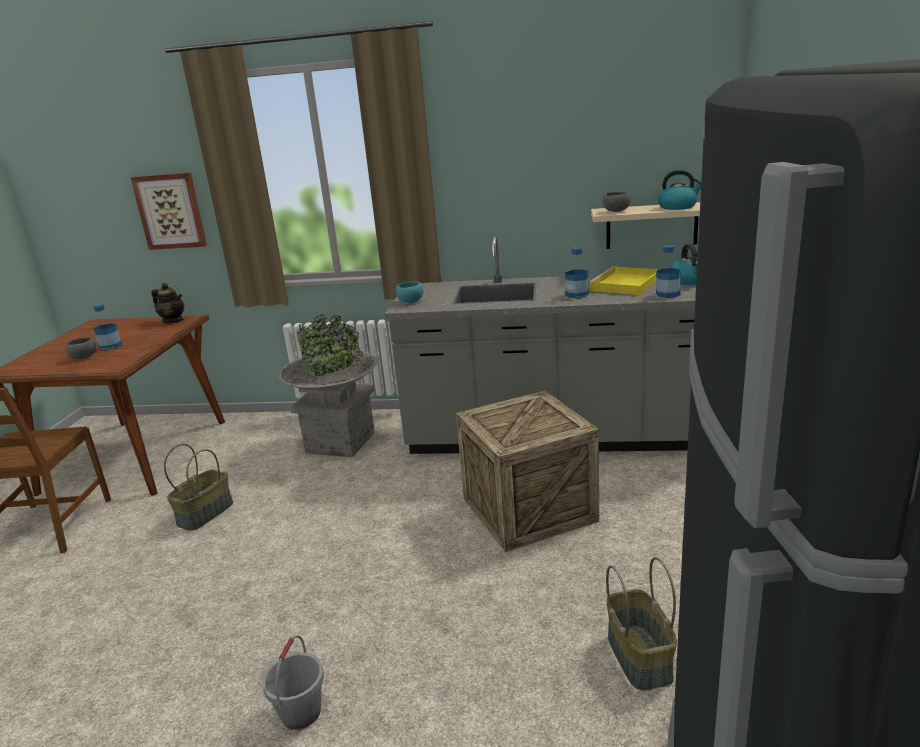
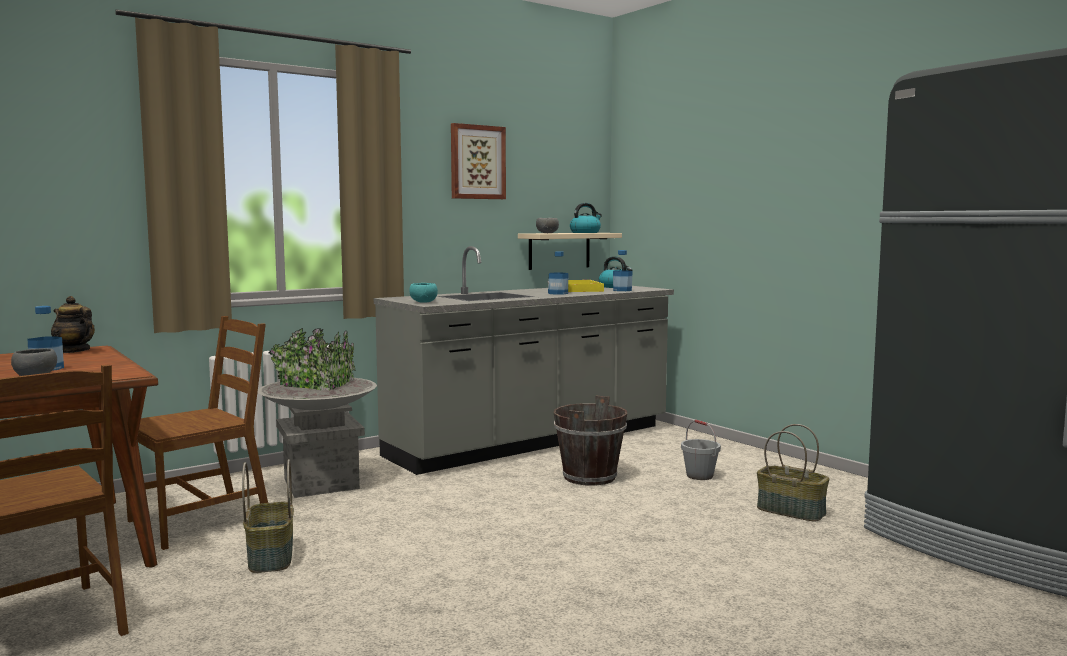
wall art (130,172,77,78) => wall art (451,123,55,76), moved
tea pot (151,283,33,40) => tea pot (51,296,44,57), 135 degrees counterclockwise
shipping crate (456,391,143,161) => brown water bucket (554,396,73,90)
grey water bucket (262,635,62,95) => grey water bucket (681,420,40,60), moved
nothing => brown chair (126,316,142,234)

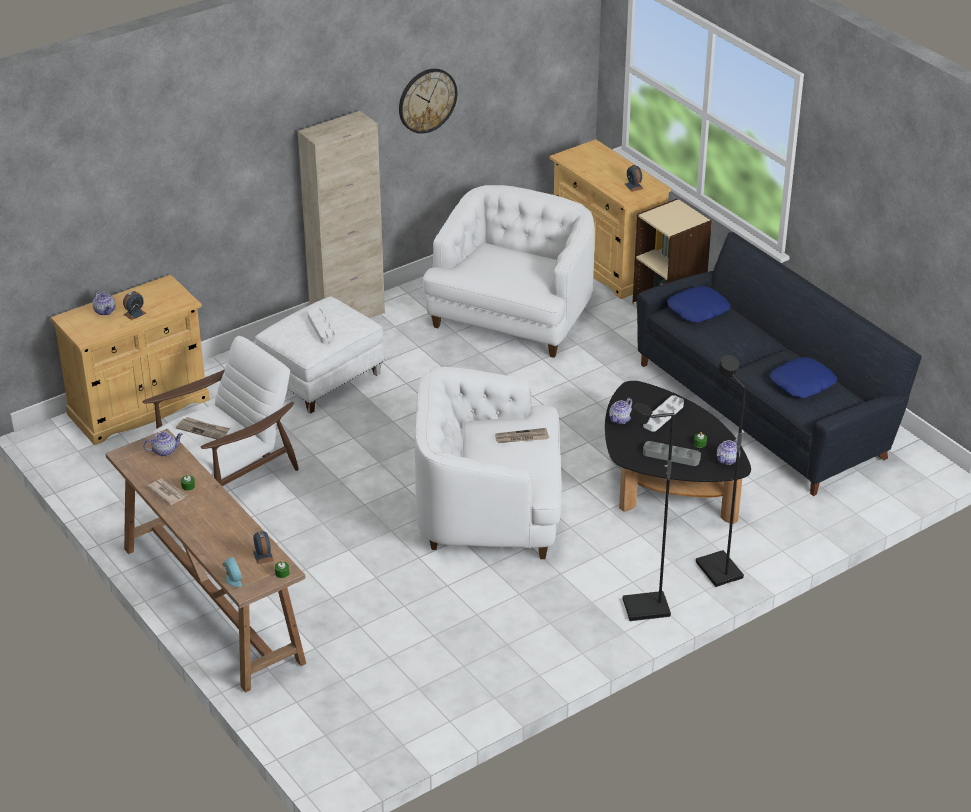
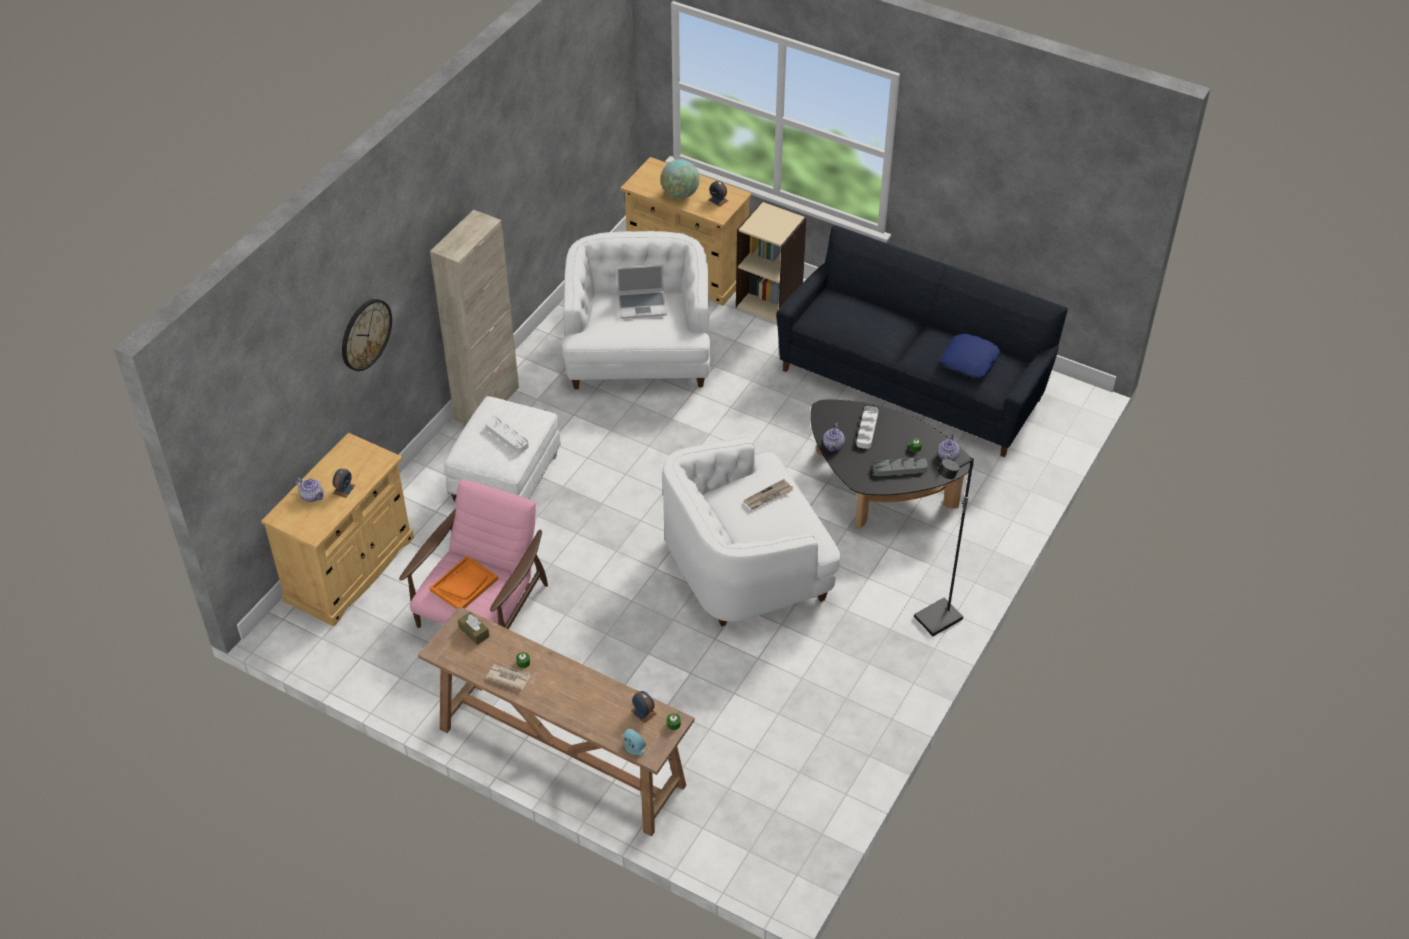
clock on the wall (399,69,58,65) => clock on the wall (342,299,50,72), moved
blue-coloured cushion (667,286,64,37) => nothing
white-coloured armchair (142,336,157,150) => pink-coloured armchair (399,480,149,149)
black floor lamp (696,355,50,232) => nothing
daily paper (176,417,54,22) => orange-coloured serving tray (429,555,69,54)
tea pot (143,432,40,25) => brown tissue holder (458,612,31,33)
nothing => world globe (661,159,39,40)
nothing => portable computer (617,265,50,54)

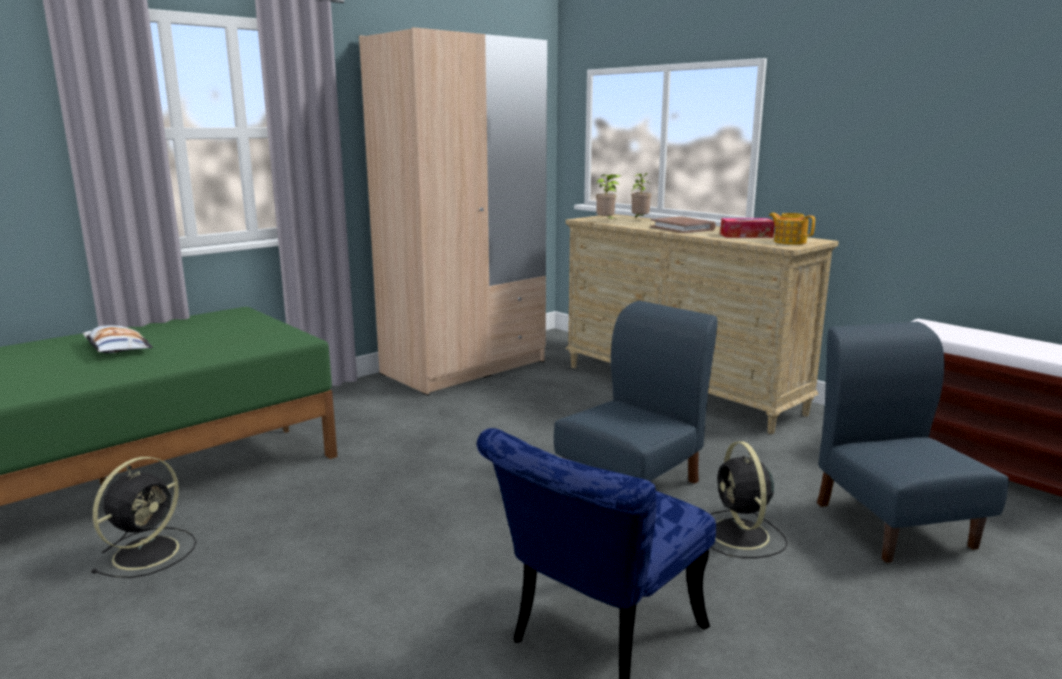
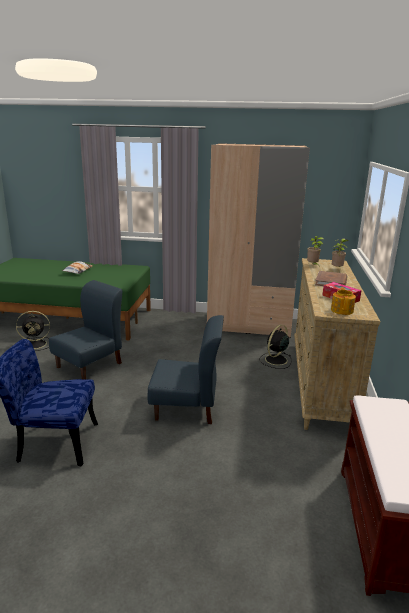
blue-coloured chair (817,322,192,241) => blue-coloured chair (49,280,73,99), moved
black electric fan (710,441,77,117) => black electric fan (259,325,33,44), moved

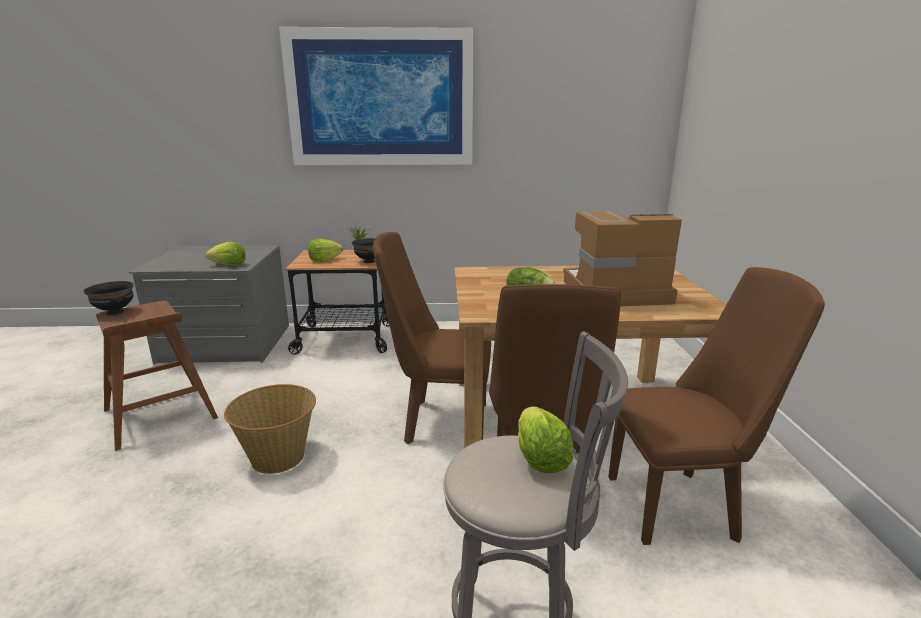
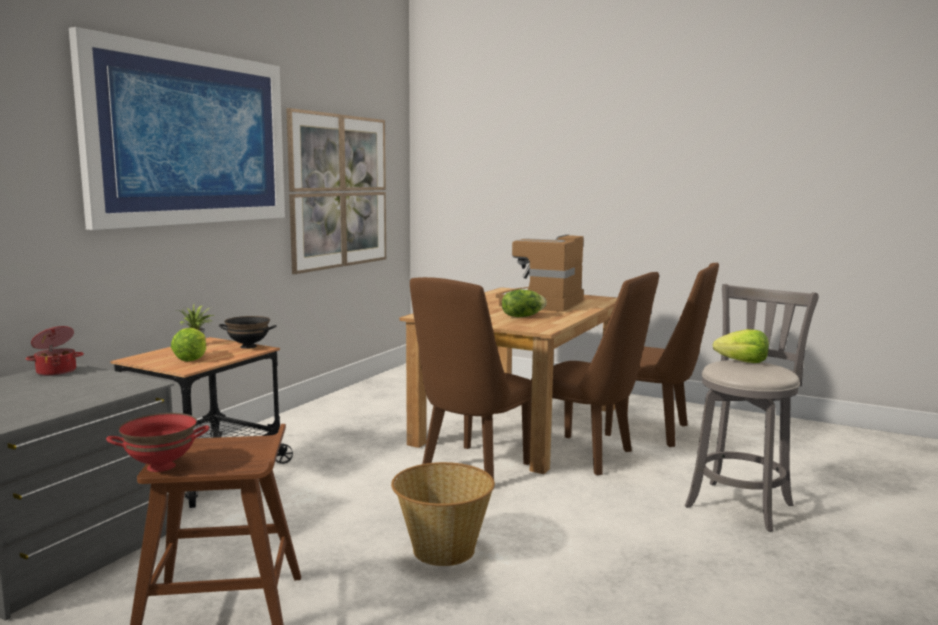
lettuce head (205,242,41,23) => nothing
brown chair (608,267,217,278) => brown chair (605,263,114,184), 90 degrees clockwise
black deep dish (84,281,50,34) => reddish deep dish (106,413,103,59)
nothing => wall art (286,108,100,166)
nothing => stockpot (26,326,58,50)

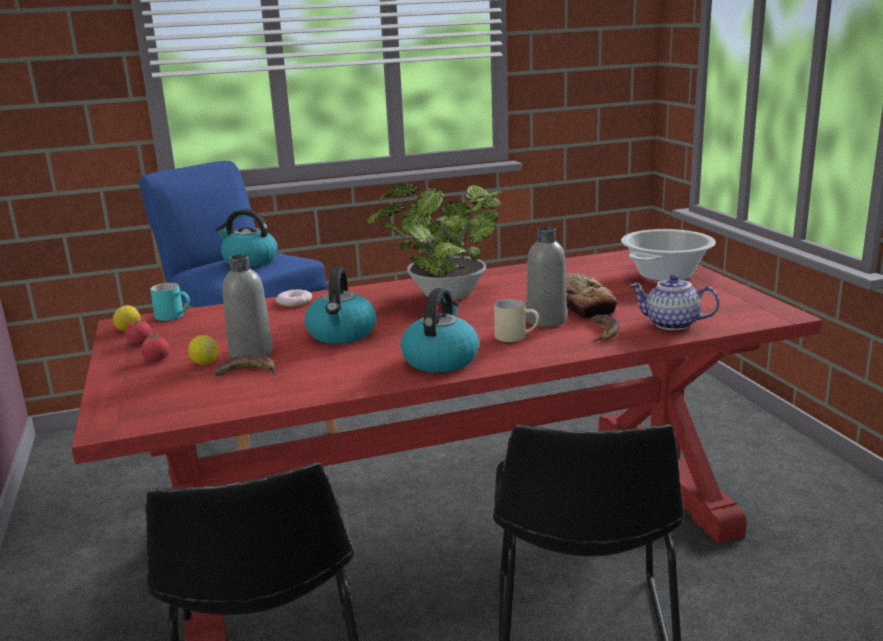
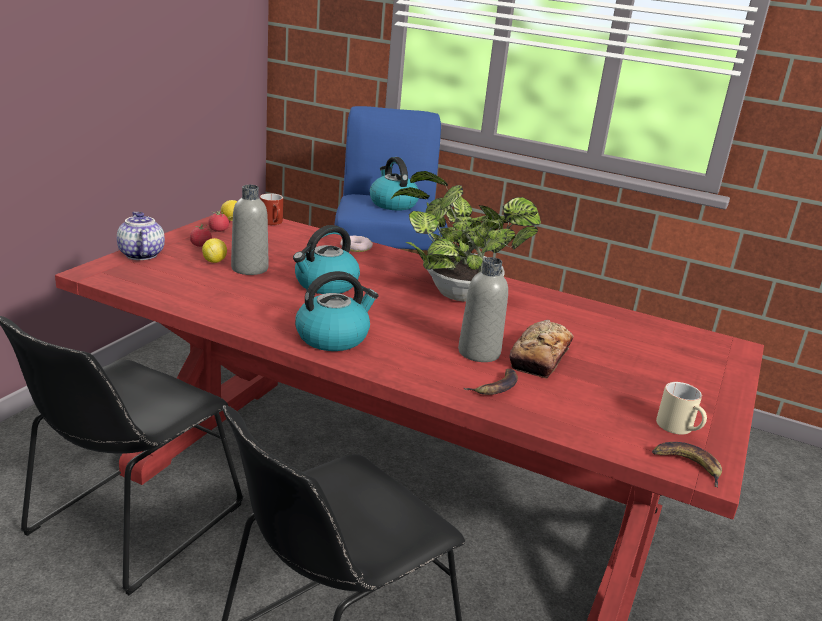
stockpot (621,229,95,52) => nothing
tea pot (630,274,89,56) => tea pot (117,212,48,48), moved
turquoise-coloured mug (150,283,40,38) => reddish mug (260,193,23,32)
beige-coloured mug (494,299,45,43) => beige-coloured mug (656,382,51,53), moved
banana fruit (215,355,62,21) => banana fruit (652,442,70,46), moved

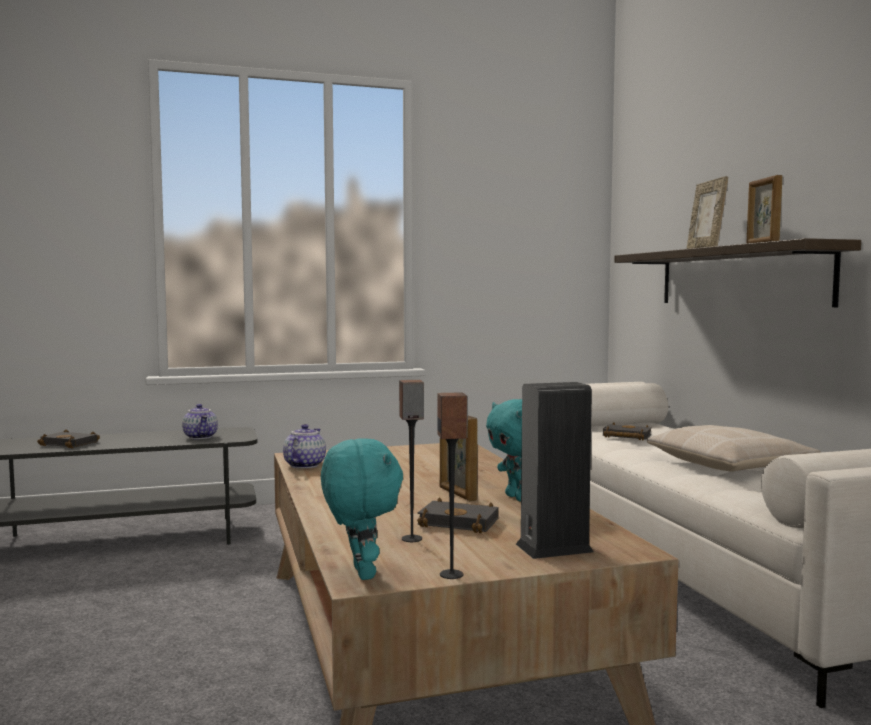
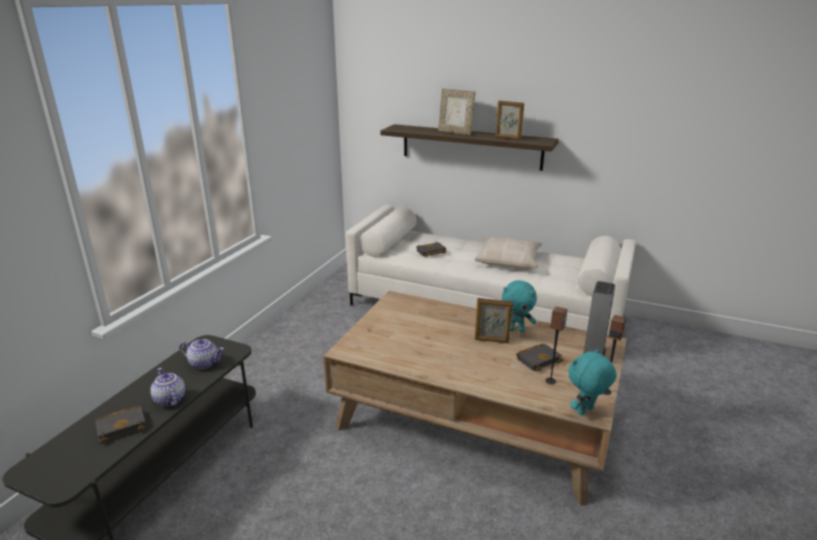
tea pot (283,424,43,45) => tea pot (150,368,35,39), moved
turquoise-coloured soft toy (321,438,82,142) => turquoise-coloured soft toy (568,349,49,66), 60 degrees counterclockwise

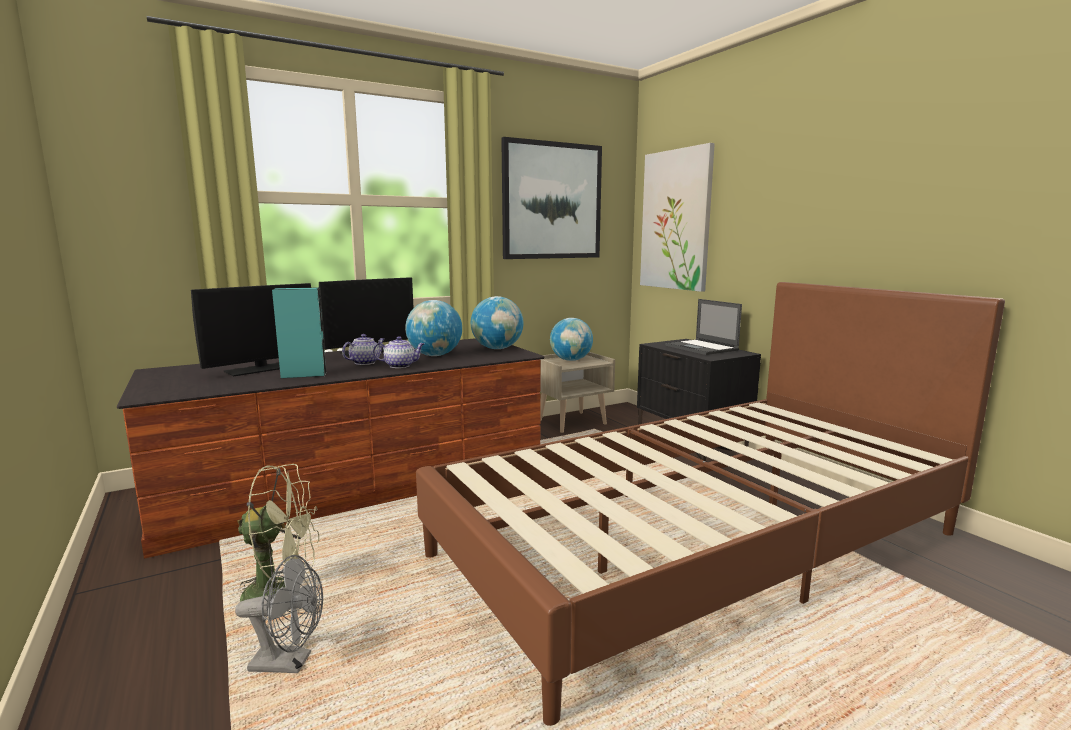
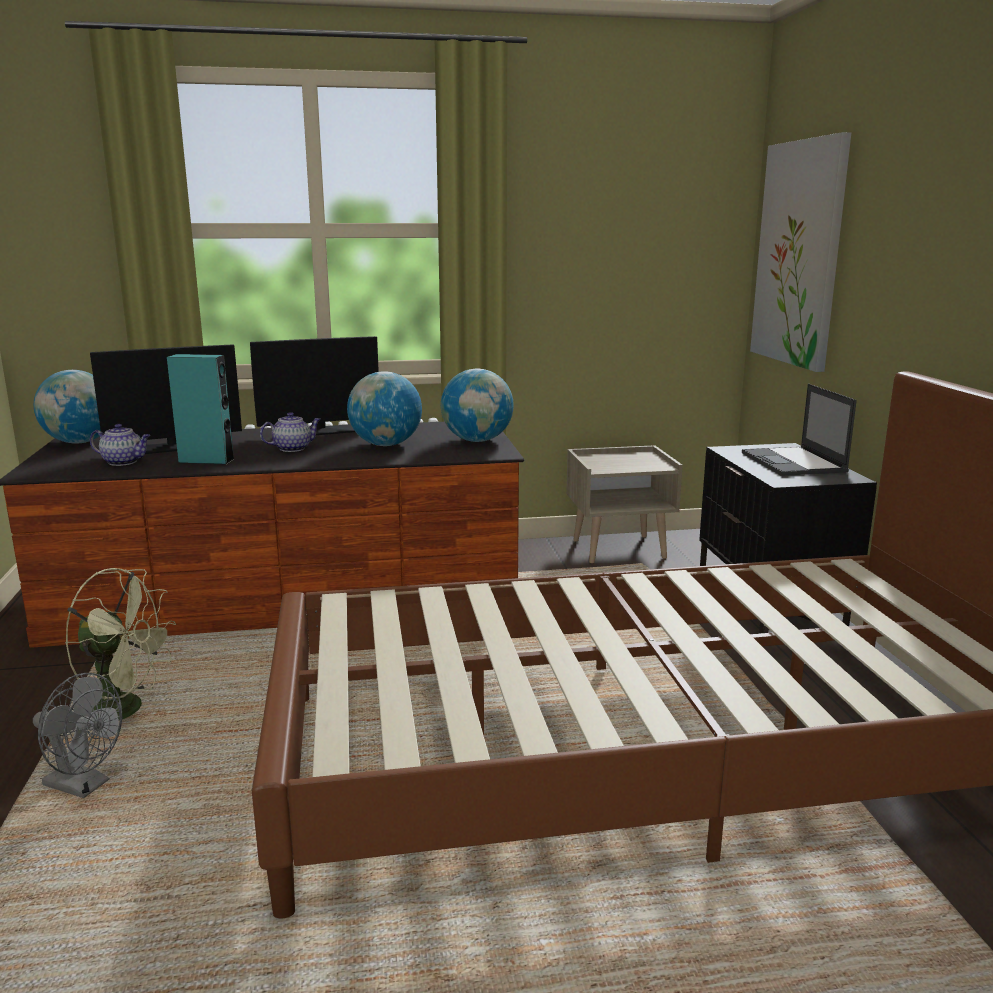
wall art (501,137,101,122) => nothing
world globe (550,318,43,43) => world globe (34,370,67,74), moved
tea pot (373,336,52,32) => tea pot (90,424,60,42), moved

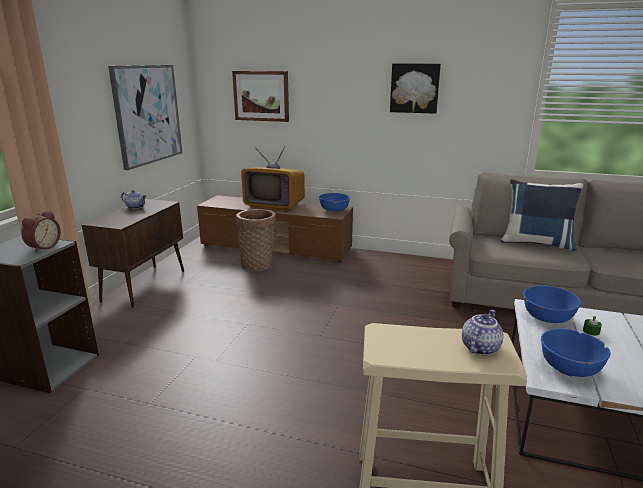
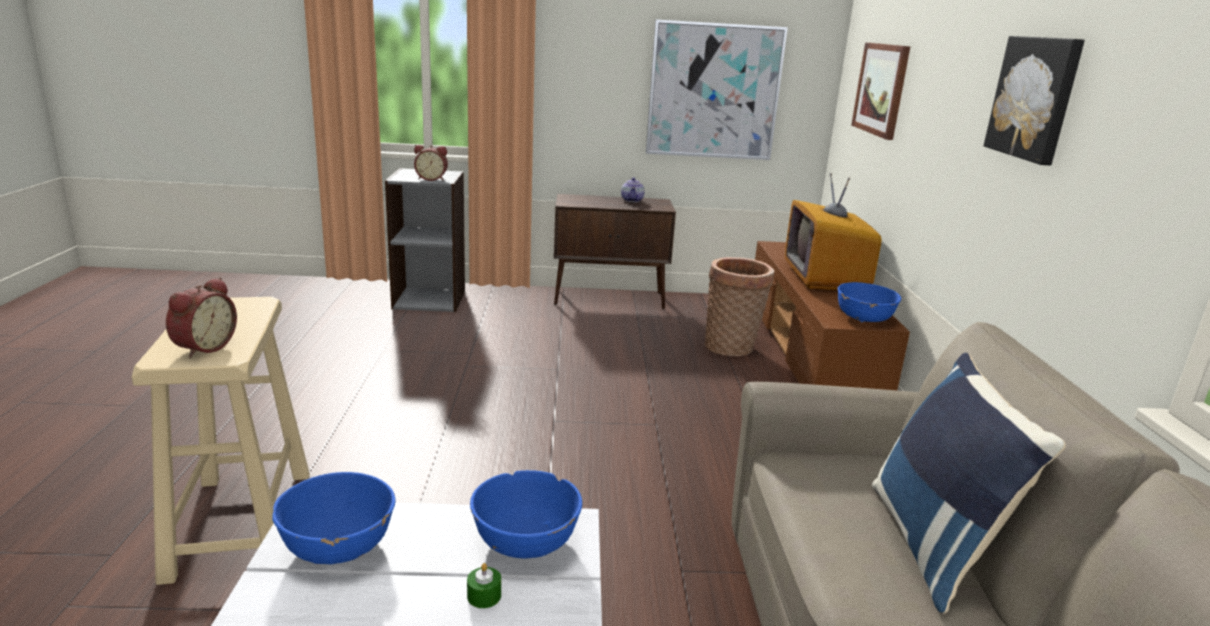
tea pot (462,310,41,45) => bedside clock (166,278,71,80)

